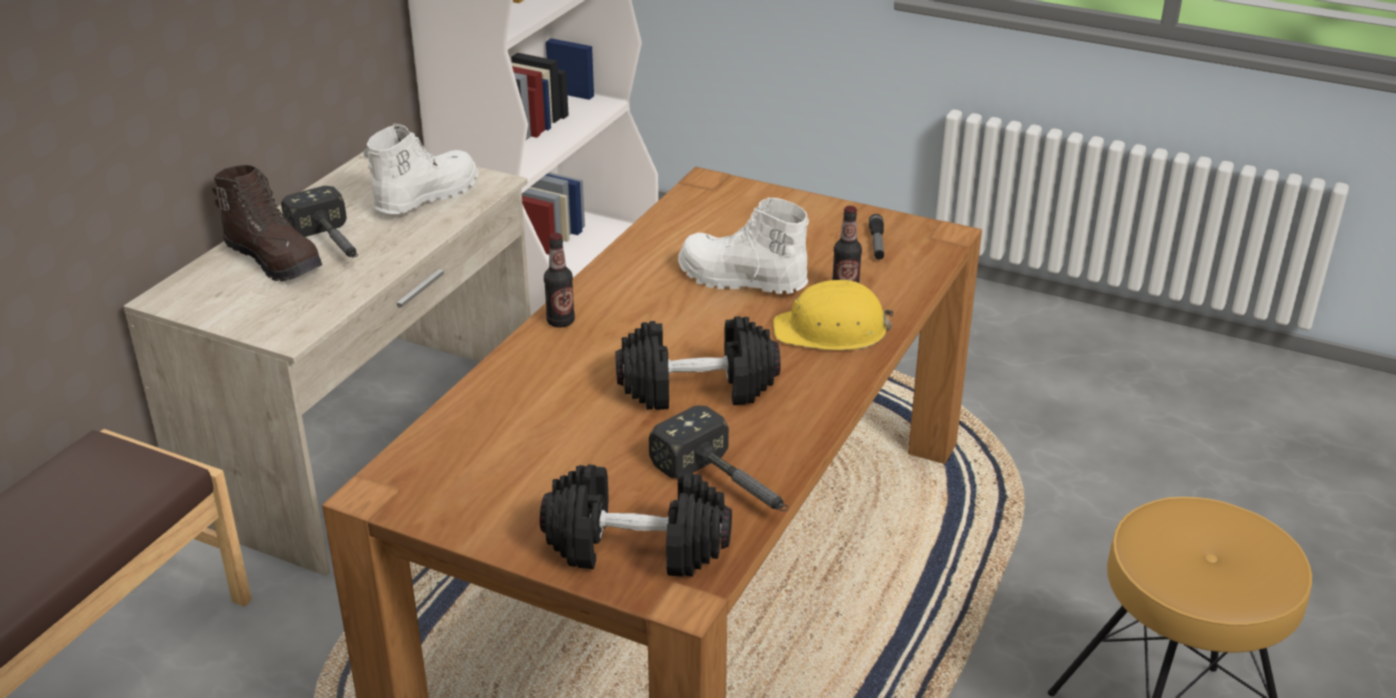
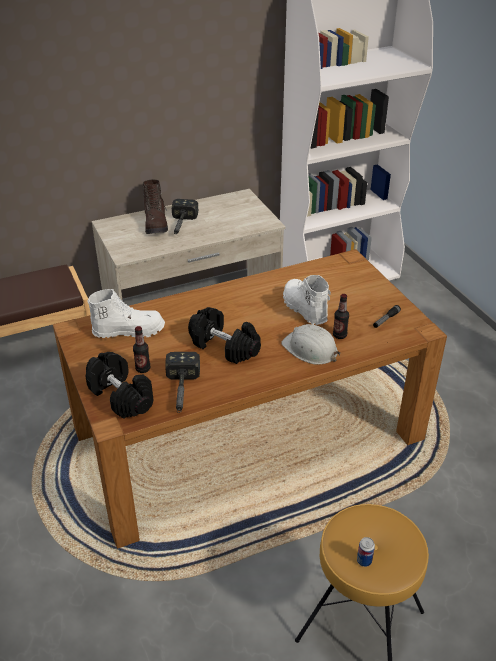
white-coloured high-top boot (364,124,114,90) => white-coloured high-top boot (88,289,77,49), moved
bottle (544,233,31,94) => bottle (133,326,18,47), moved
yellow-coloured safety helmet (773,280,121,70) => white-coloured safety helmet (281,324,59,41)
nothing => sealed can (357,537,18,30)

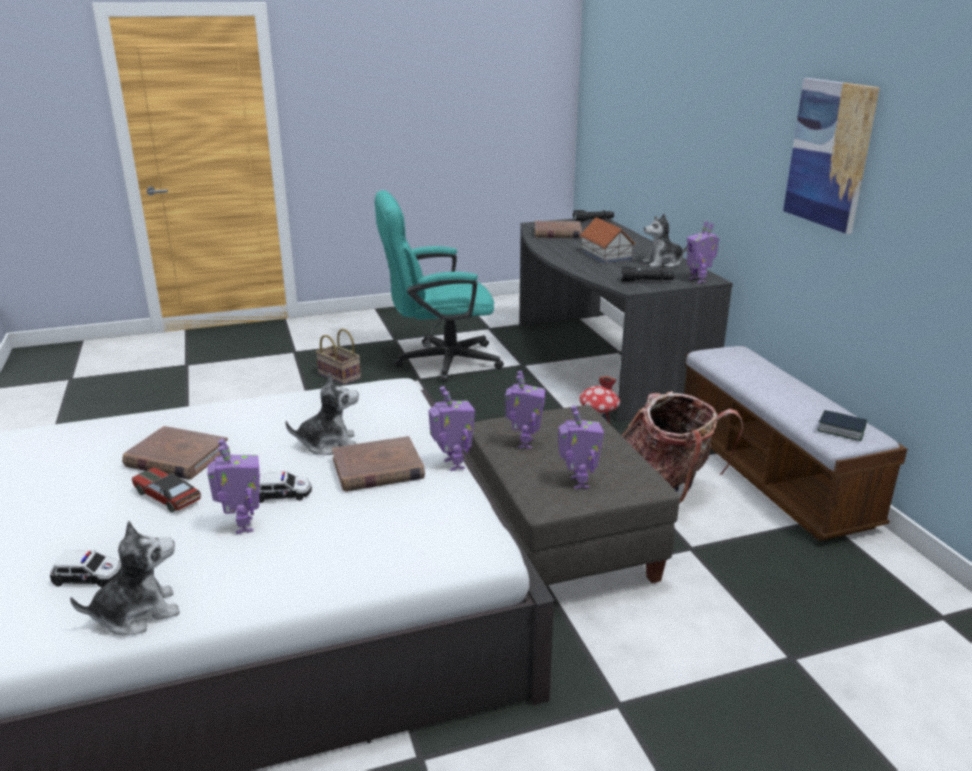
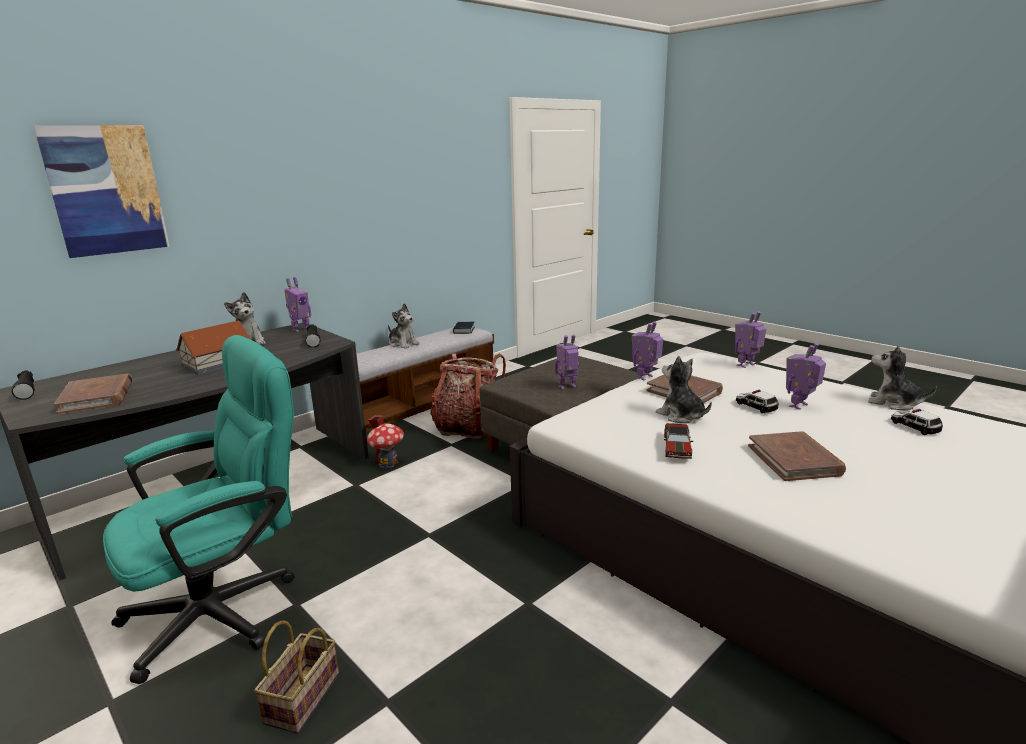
wall art (783,78,97,156) => wall art (34,125,136,133), moved
turquoise-coloured office chair (375,190,129,192) => turquoise-coloured office chair (103,335,192,349), 90 degrees counterclockwise
model robot (558,405,46,84) => model robot (735,311,31,57), moved
model car (132,467,69,45) => model car (664,423,29,36), moved
nothing => soft toy (388,304,32,45)

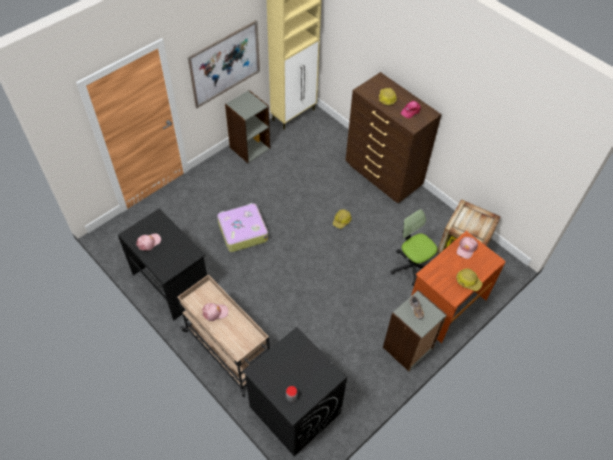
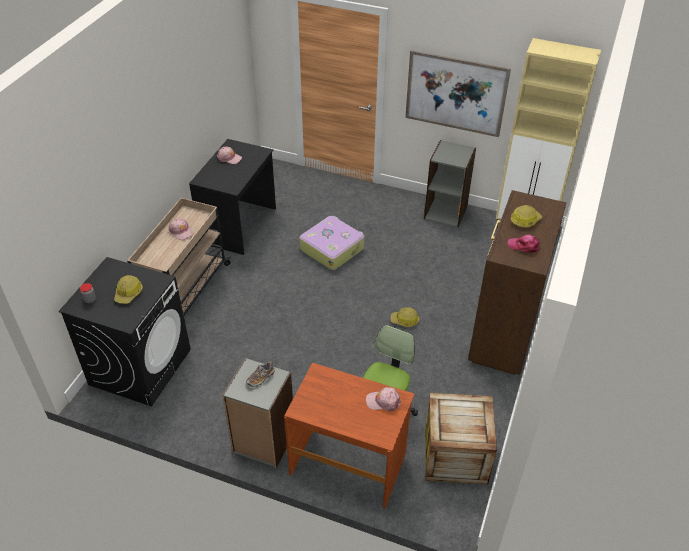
safety helmet (456,268,27,23) => safety helmet (114,275,29,29), moved

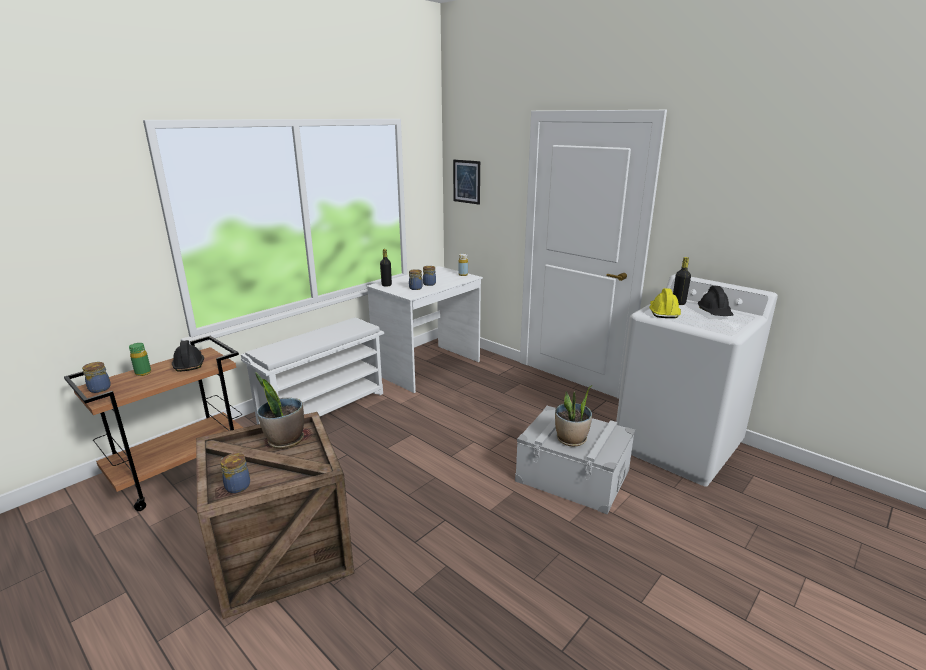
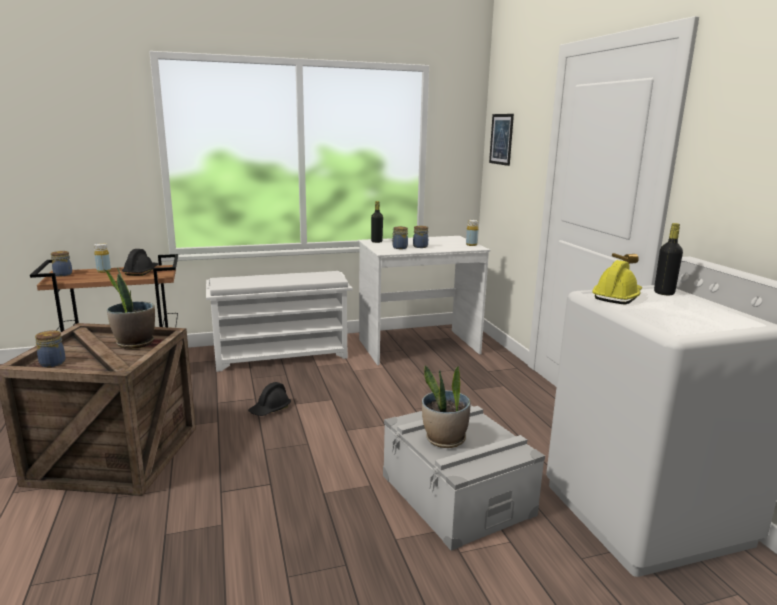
black safety helmet (698,286,36,30) => black safety helmet (248,382,43,34), moved
greenish bottle (129,343,22,33) => yellow-coloured bottle (94,243,17,30)

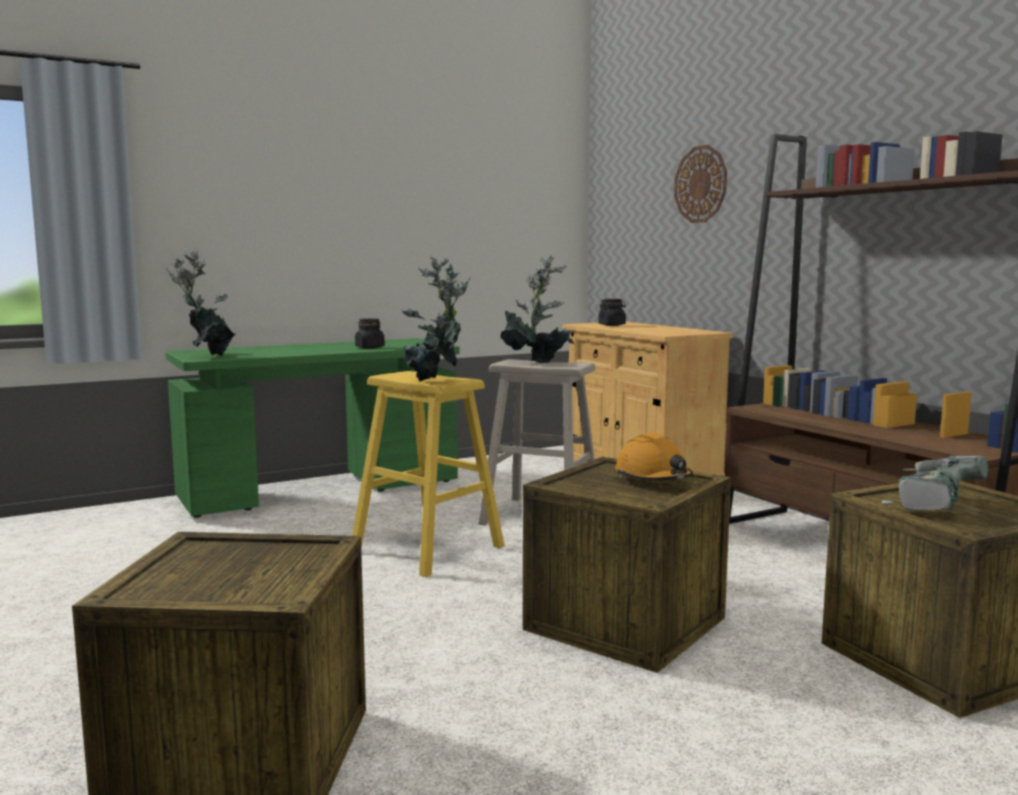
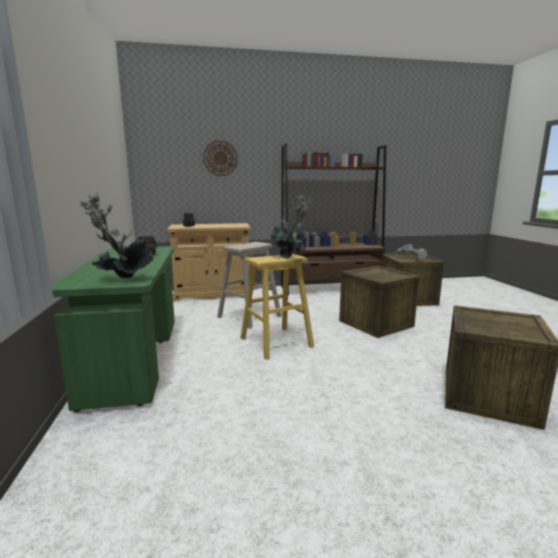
houseplant (500,256,74,107) => nothing
orange-coloured safety helmet (615,433,78,47) => nothing

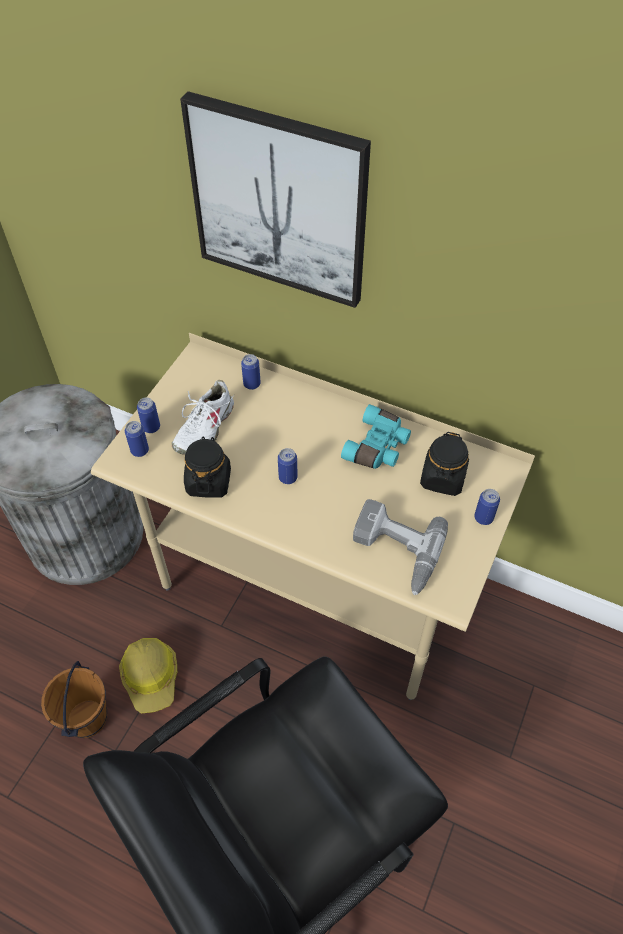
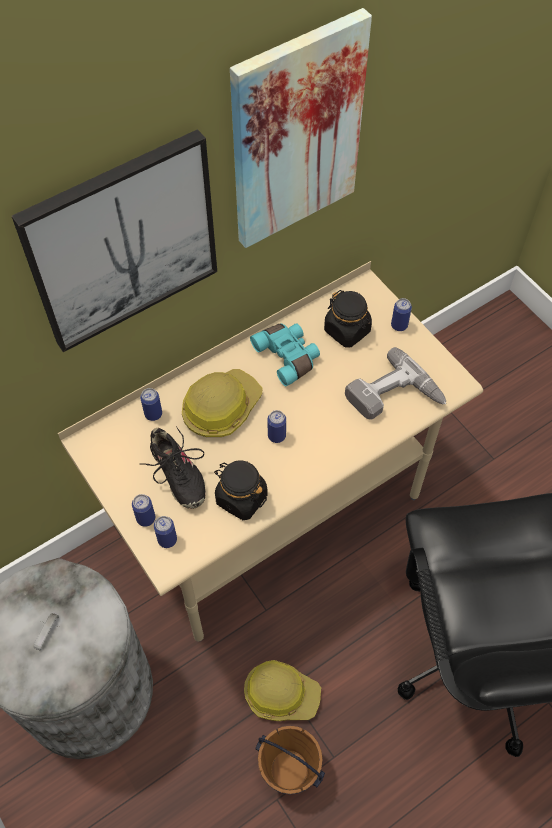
white-coloured low shoe (172,380,63,75) => black low shoe (139,426,66,83)
nothing => wall art (230,8,142,240)
nothing => safety helmet (182,369,81,68)

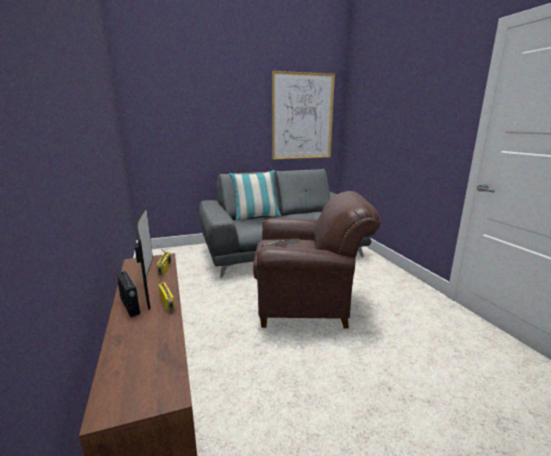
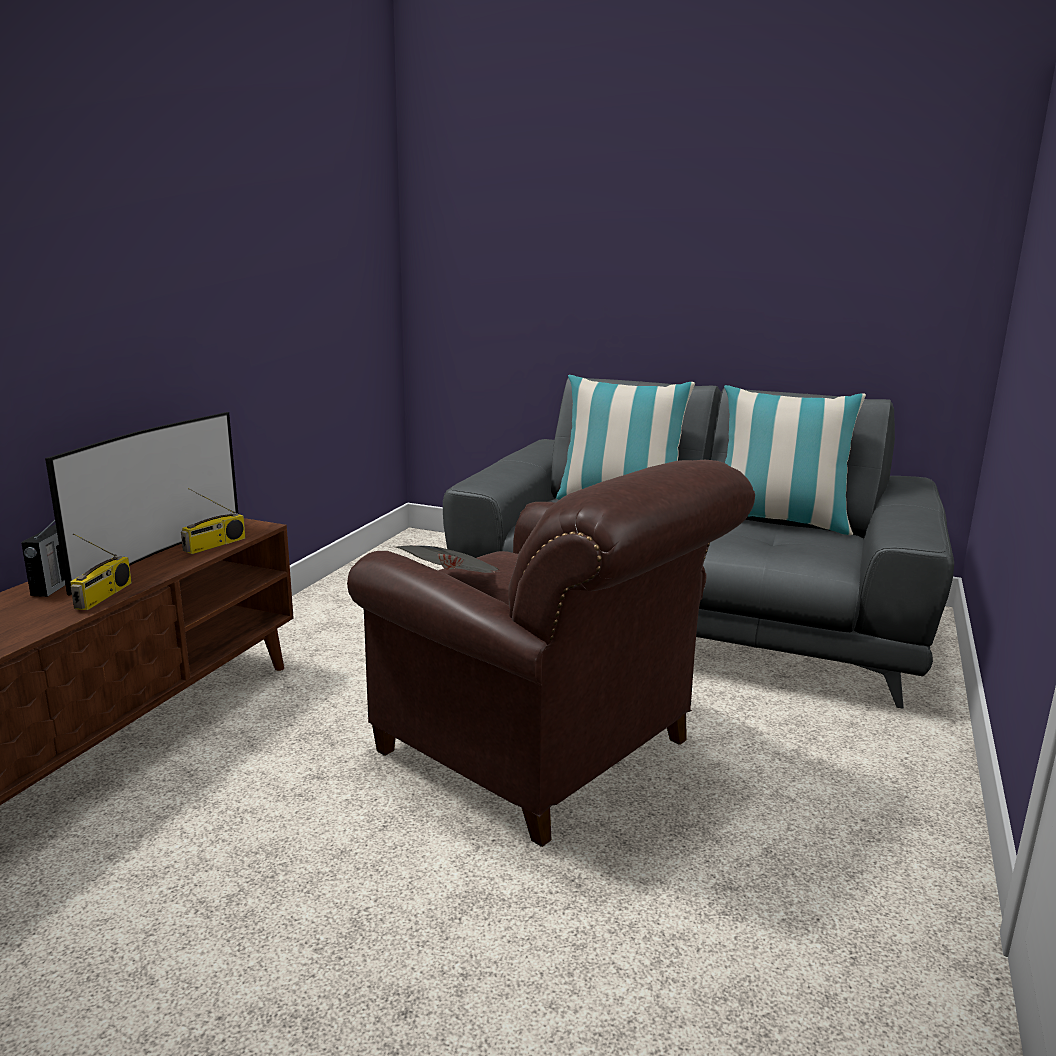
wall art (272,71,63,88) => nothing
nothing => cushion (724,385,142,150)

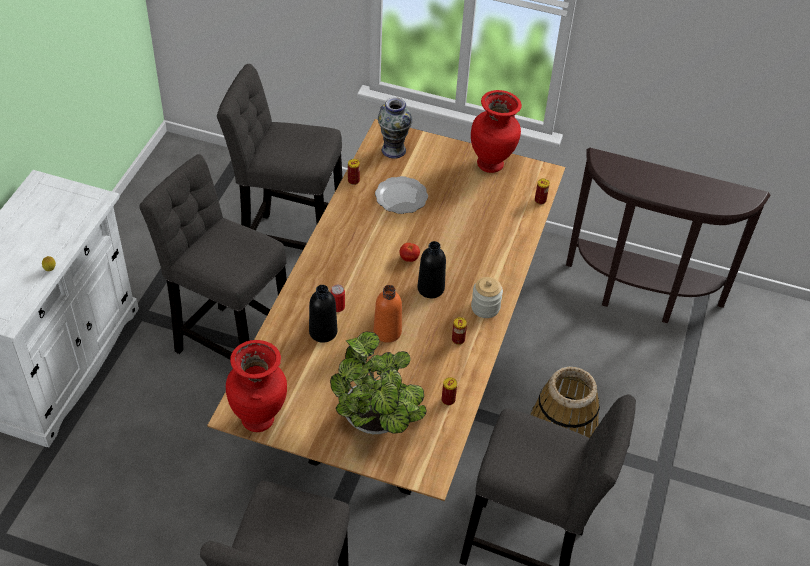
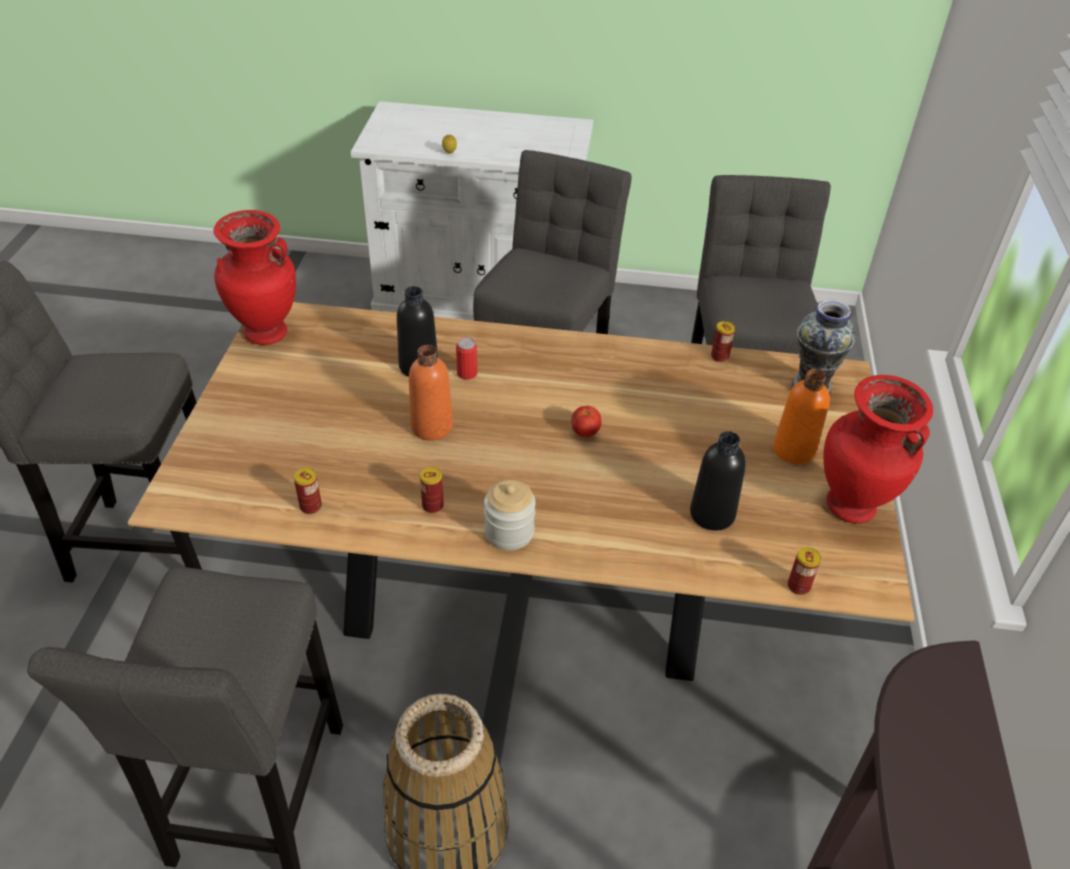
dinner plate (375,176,53,38) => nothing
black bottle (417,241,29,57) => black bottle (690,431,56,100), moved
houseplant (330,332,97,102) => nothing
nothing => orange-coloured bottle (773,369,57,95)

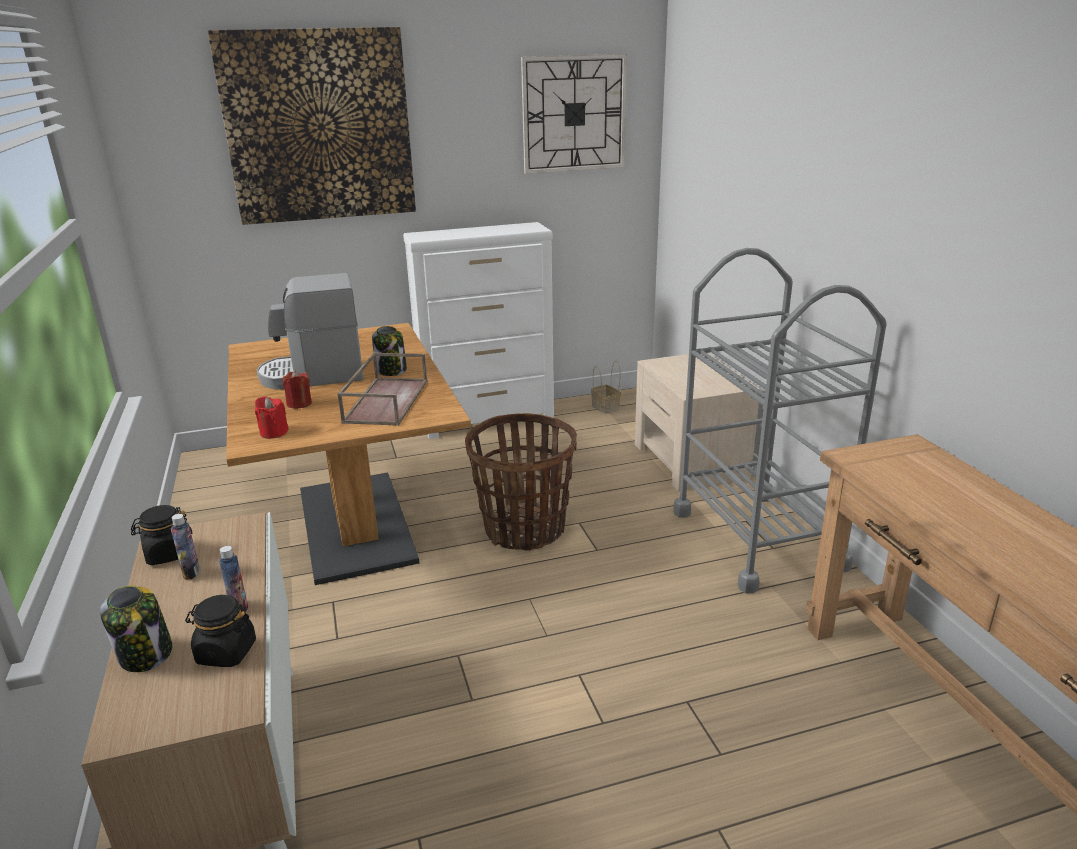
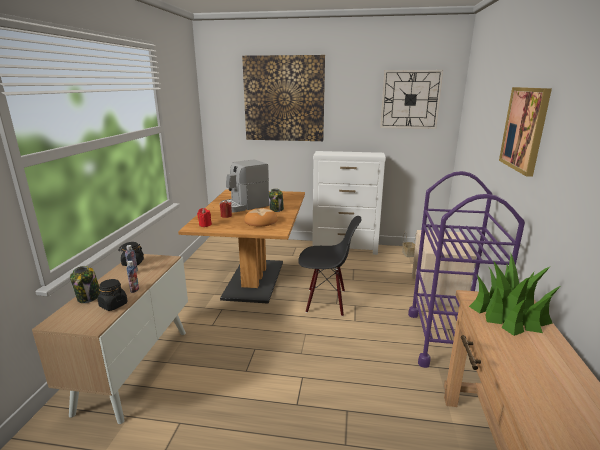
grey trolley (673,248,214,345) => purple-coloured trolley (408,171,117,197)
coffee brewer (257,273,107,117) => coffee brewer (220,159,49,53), 45 degrees counterclockwise
brown serving tray (337,352,90,74) => bread (244,208,34,18)
basket (465,413,112,138) => black chair (298,216,64,100)
nothing => wall art (499,87,53,90)
nothing => houseplant (469,254,92,82)

